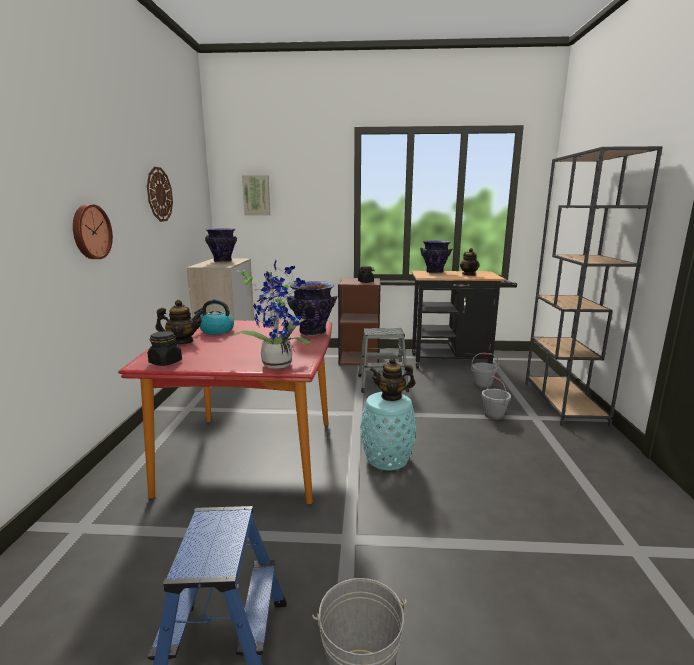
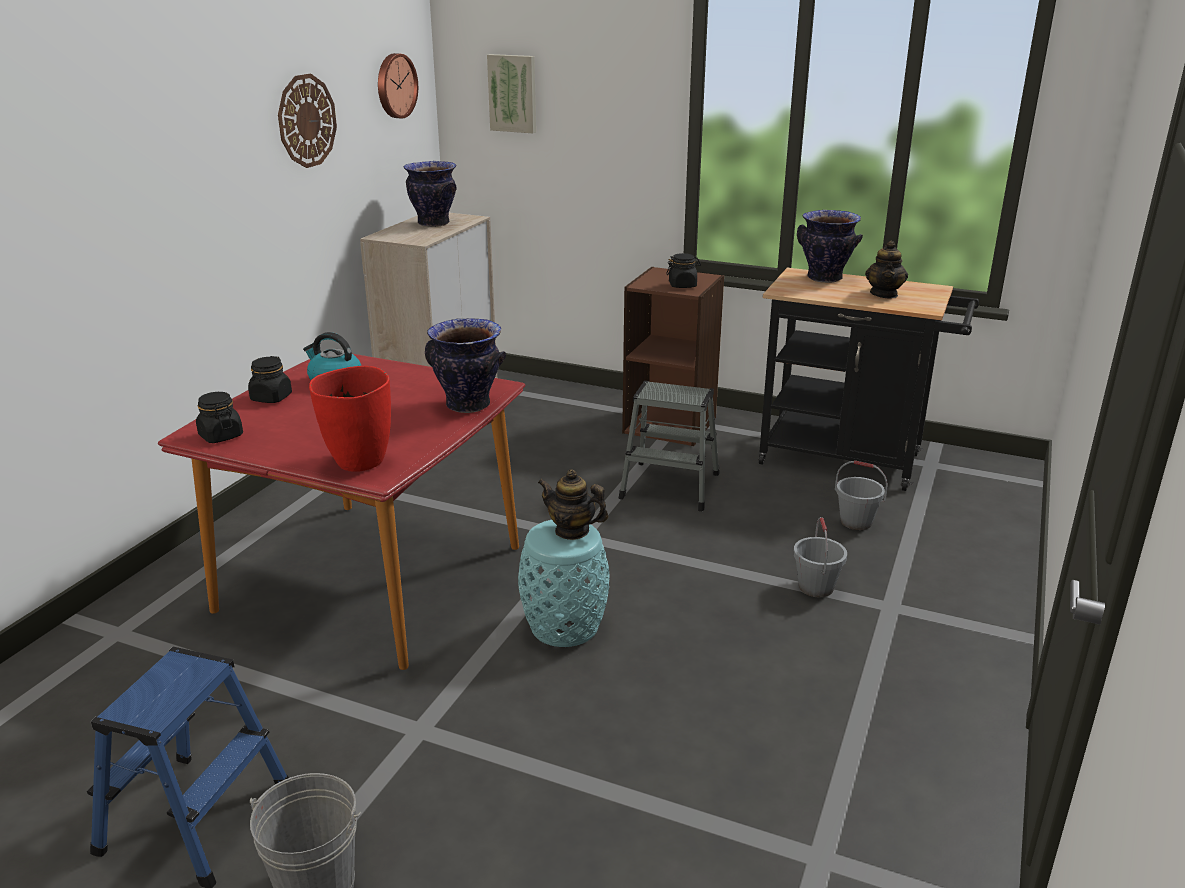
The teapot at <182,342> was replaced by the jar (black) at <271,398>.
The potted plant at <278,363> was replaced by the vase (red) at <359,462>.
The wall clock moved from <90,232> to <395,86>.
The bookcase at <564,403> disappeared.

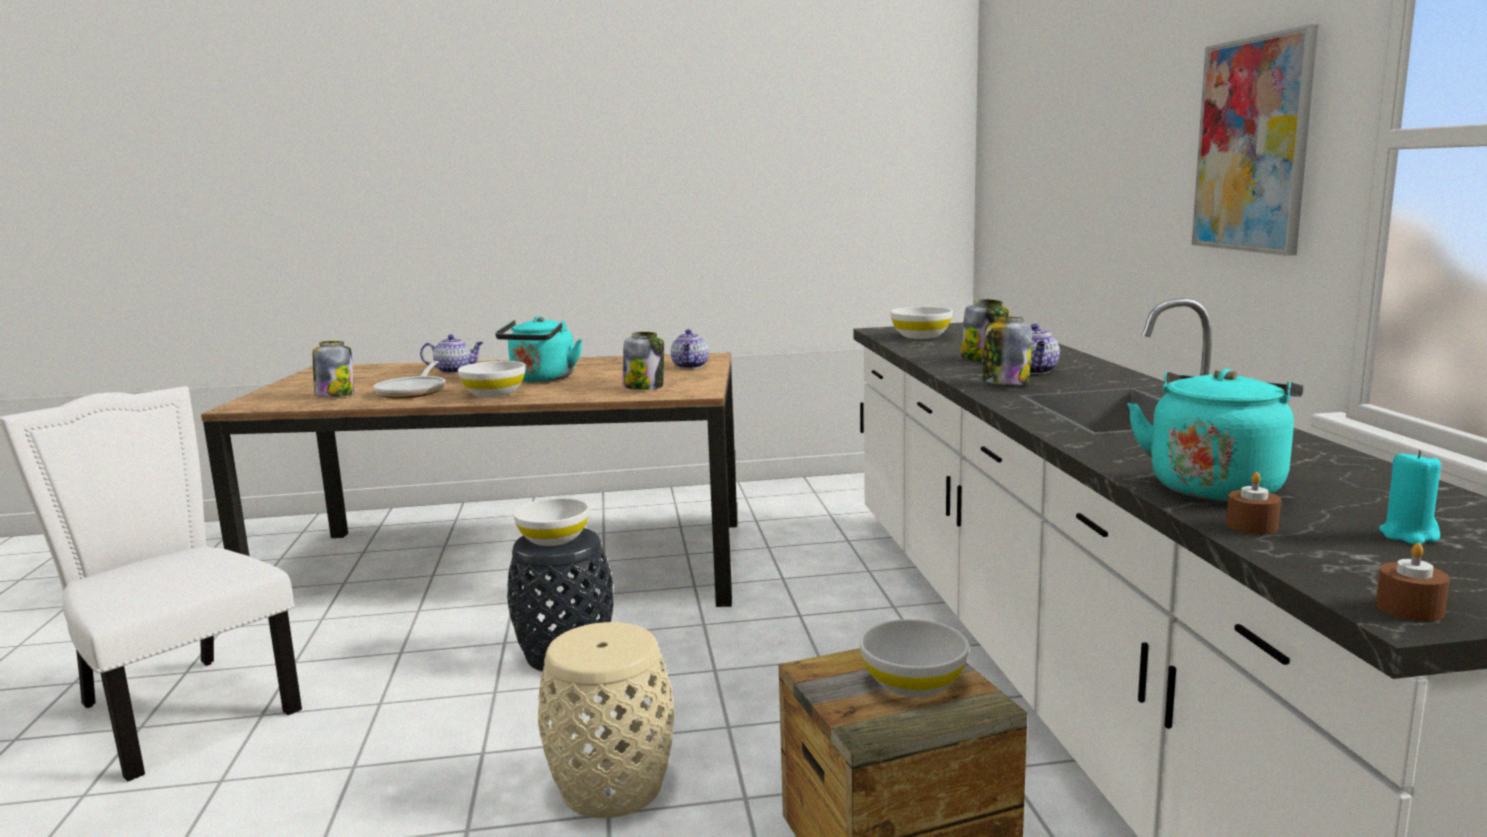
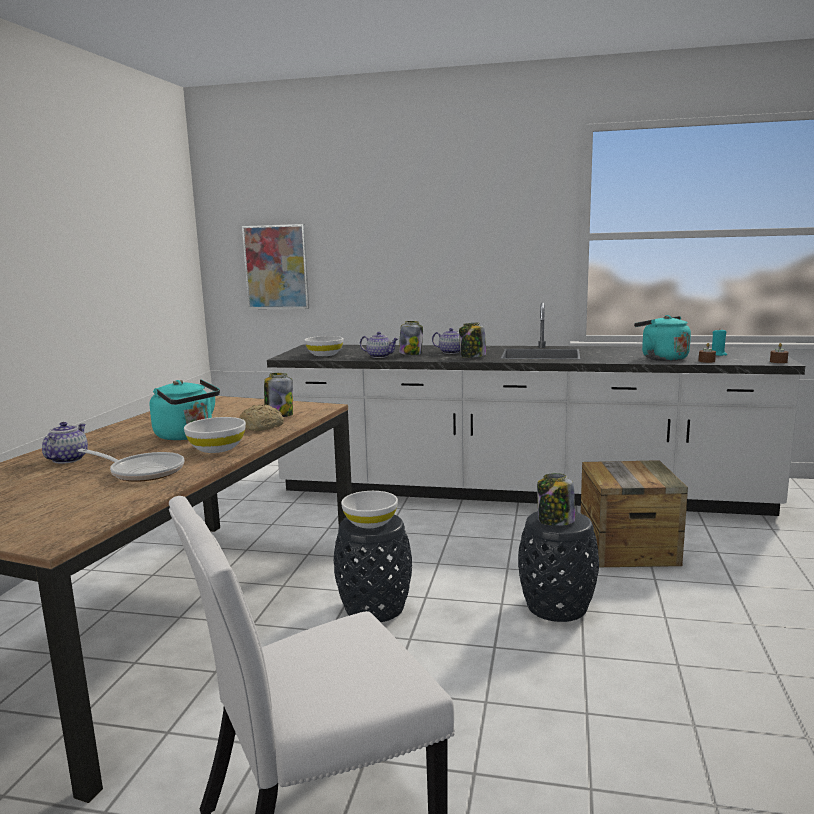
The bread at <262,427> appeared.
The picture moved from <1252,145> to <276,267>.
The teapot moved from <691,366> to <380,356>.
The stool (beige) at <612,789> became the stool (black) at <557,606>.
The jar moved from <335,395> to <555,521>.
The bowl (white) at <913,683> disappeared.

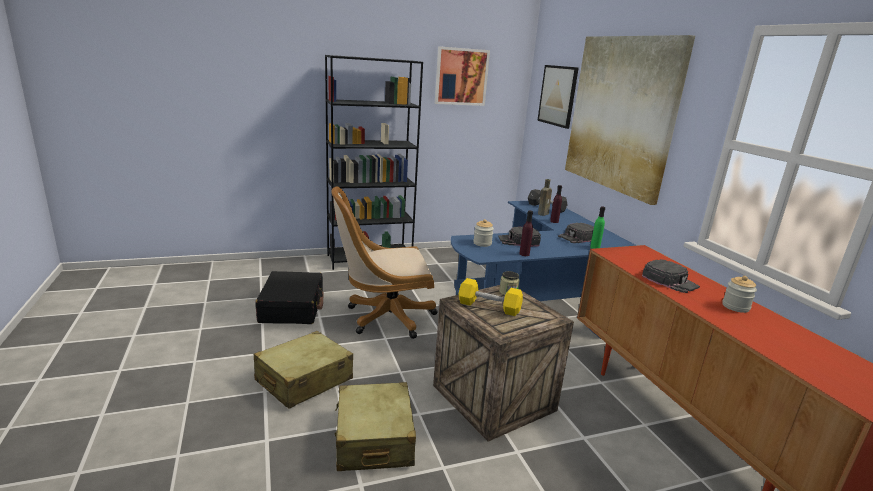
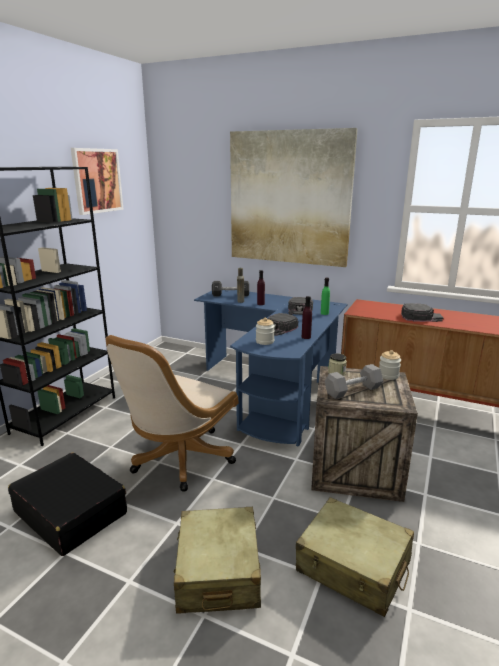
The dumbbell (yellow) at <489,307> became the dumbbell (grey) at <353,390>.
The jar moved from <735,307> to <388,375>.
The picture at <557,95> disappeared.

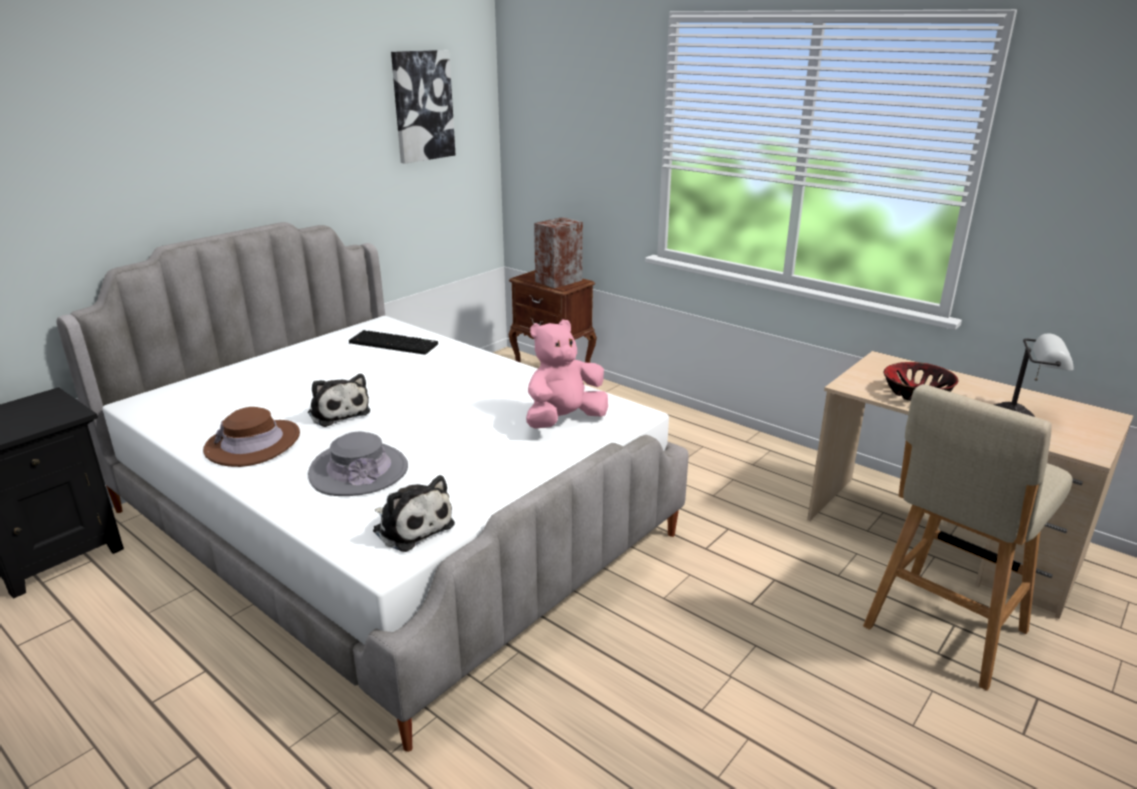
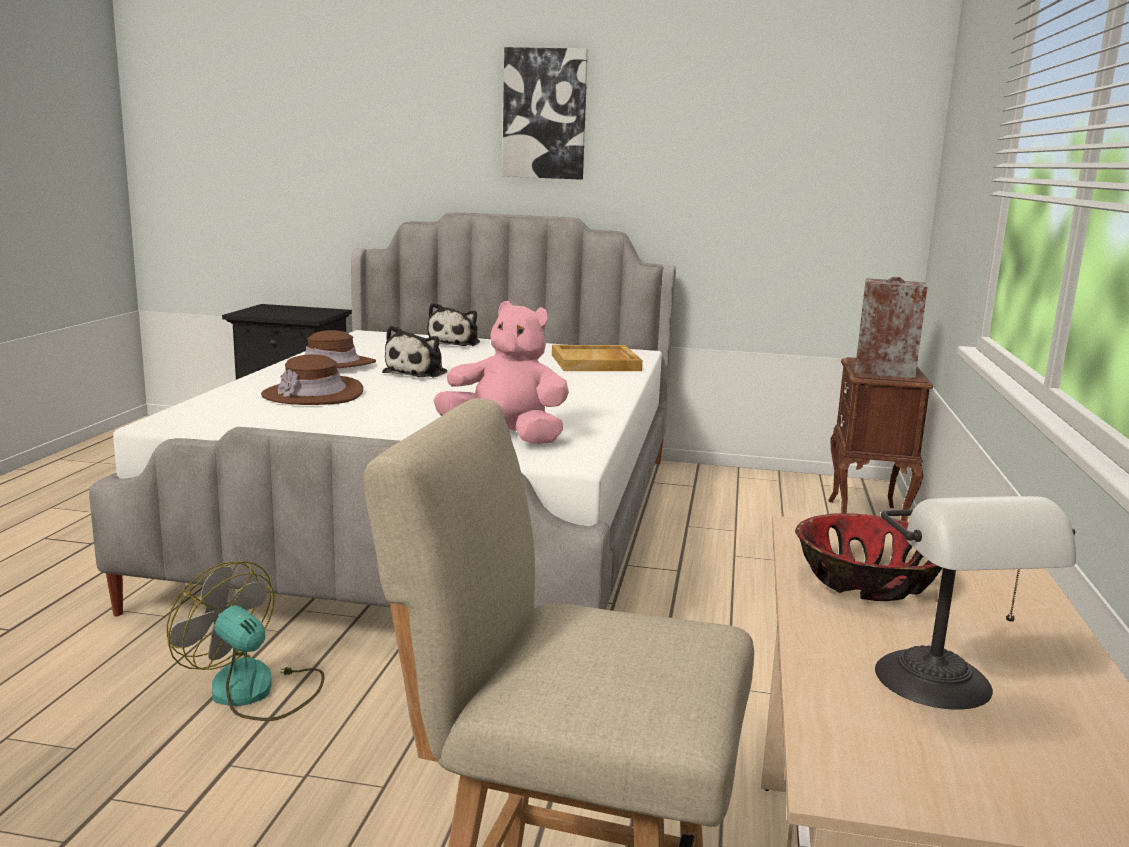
The fan at <255,691> appeared.
The hat (grey) at <359,471> became the hat (brown) at <313,394>.
The plush toy moved from <411,526> to <455,343>.
The picture moved from <422,106> to <545,114>.
The keyboard at <395,343> was replaced by the tray (beige) at <596,363>.

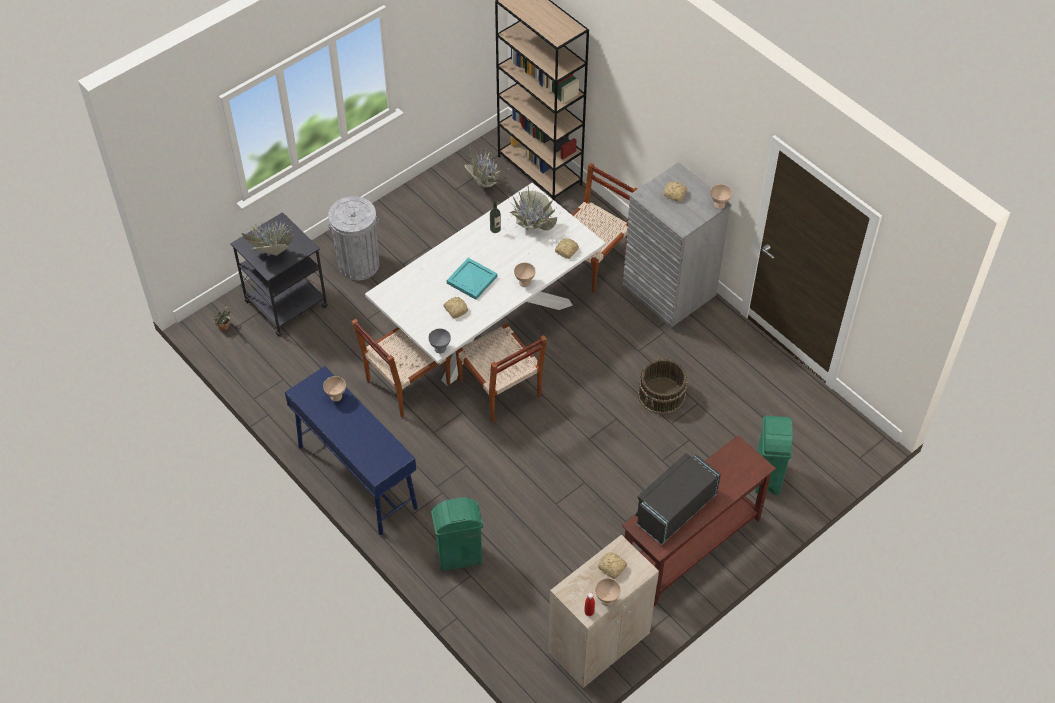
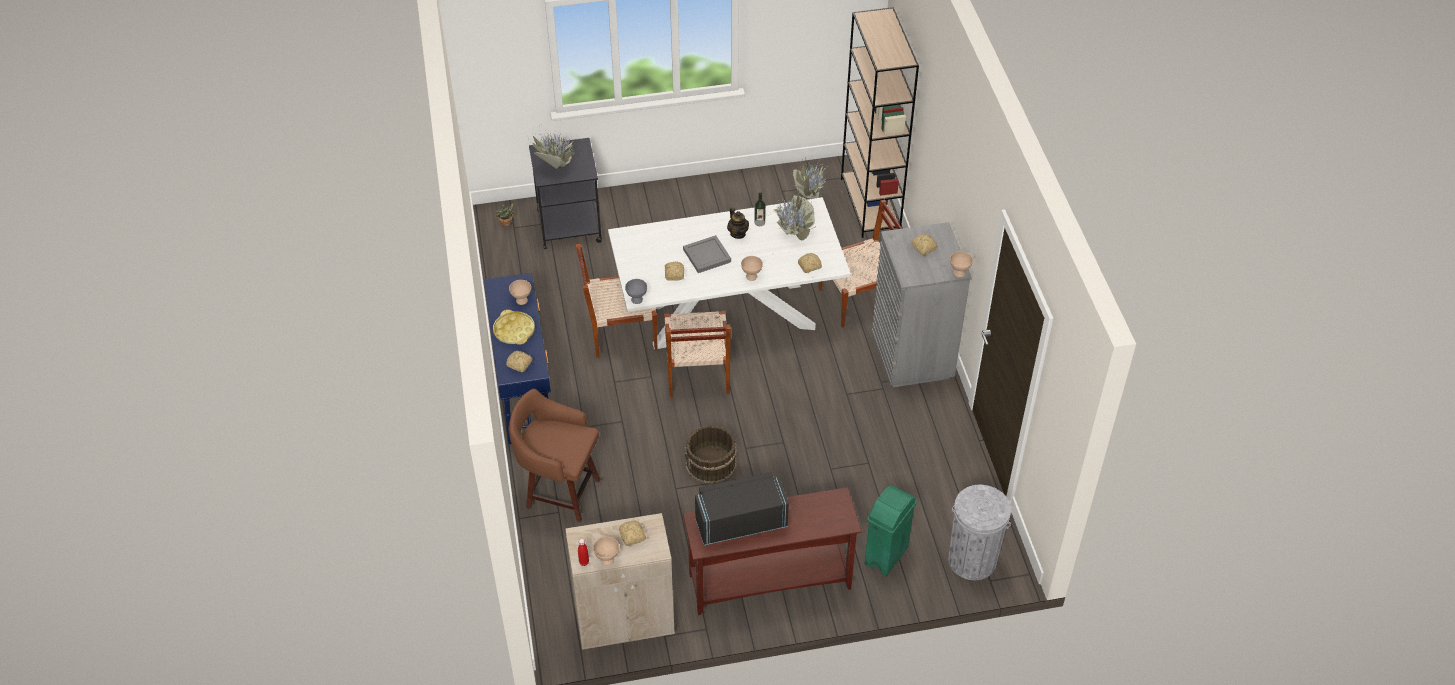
The tray (yellow) at <514,331> appeared.
The bread at <520,364> appeared.
The trash can (green) at <459,557> was replaced by the stool (brown) at <560,492>.
The tray (turquoise) at <471,280> became the tray (grey) at <706,255>.
The bucket (brown) moved from <662,395> to <711,464>.
The teapot at <738,233> appeared.
The trash can (grey) moved from <358,264> to <972,560>.

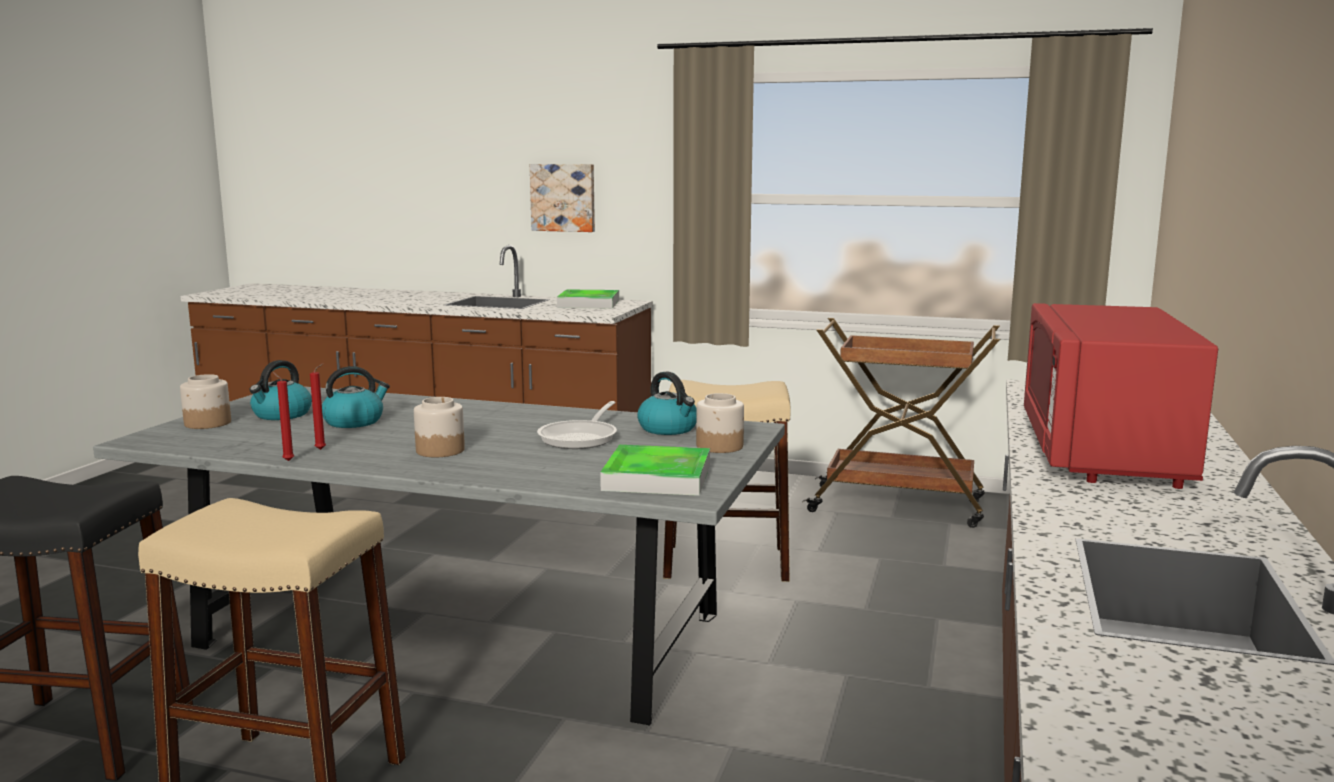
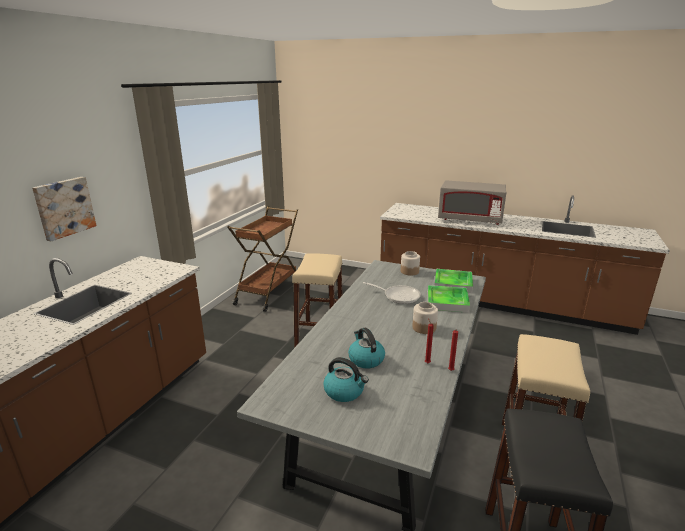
The tray moved from <588,304> to <447,301>.
The microwave (red) at <1101,452> became the microwave (grey) at <470,219>.
The jar at <207,423> disappeared.
The kettle at <669,429> disappeared.

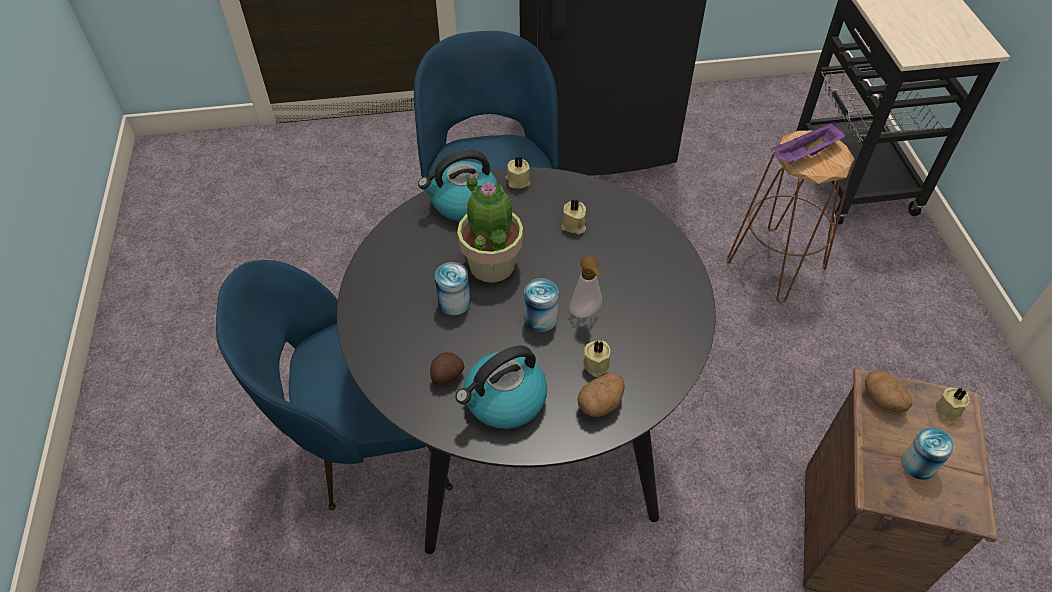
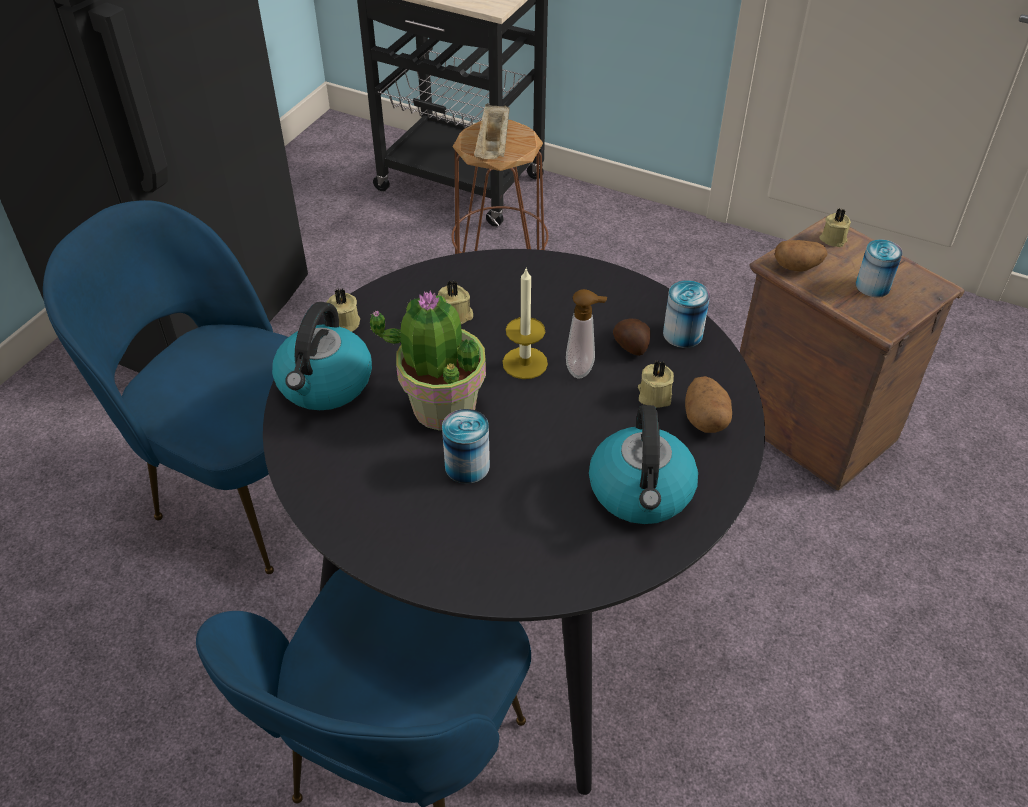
The tray (purple) at <804,155> became the tray (beige) at <493,147>.
The candle at <525,363> appeared.
The potato moved from <446,376> to <631,347>.
The can moved from <540,318> to <682,334>.

